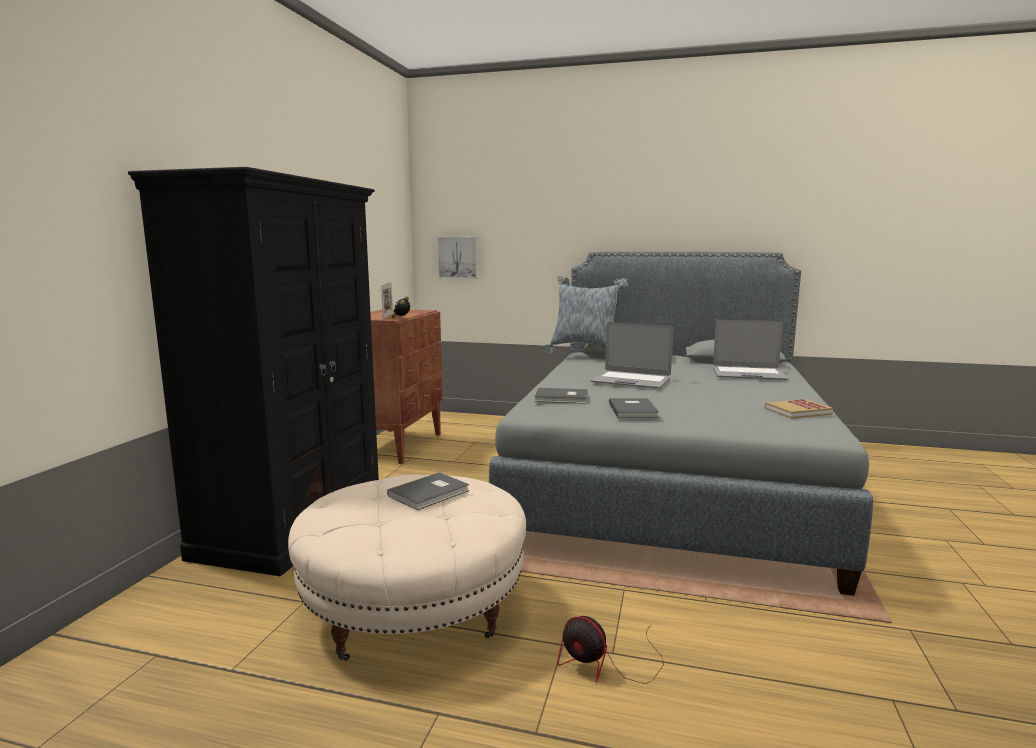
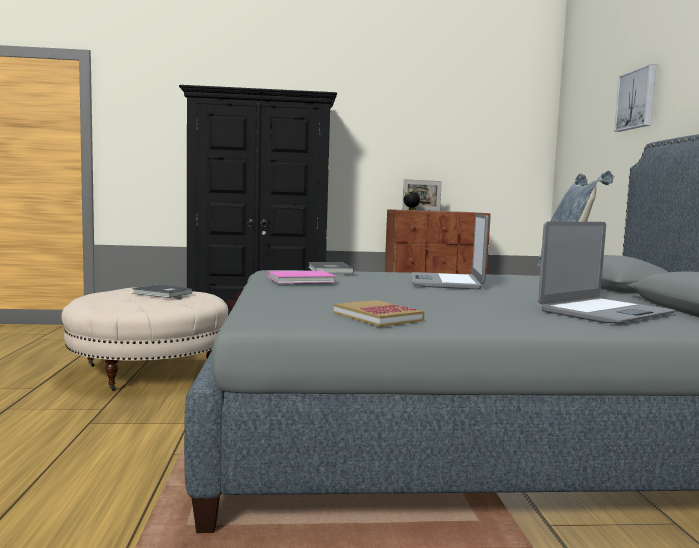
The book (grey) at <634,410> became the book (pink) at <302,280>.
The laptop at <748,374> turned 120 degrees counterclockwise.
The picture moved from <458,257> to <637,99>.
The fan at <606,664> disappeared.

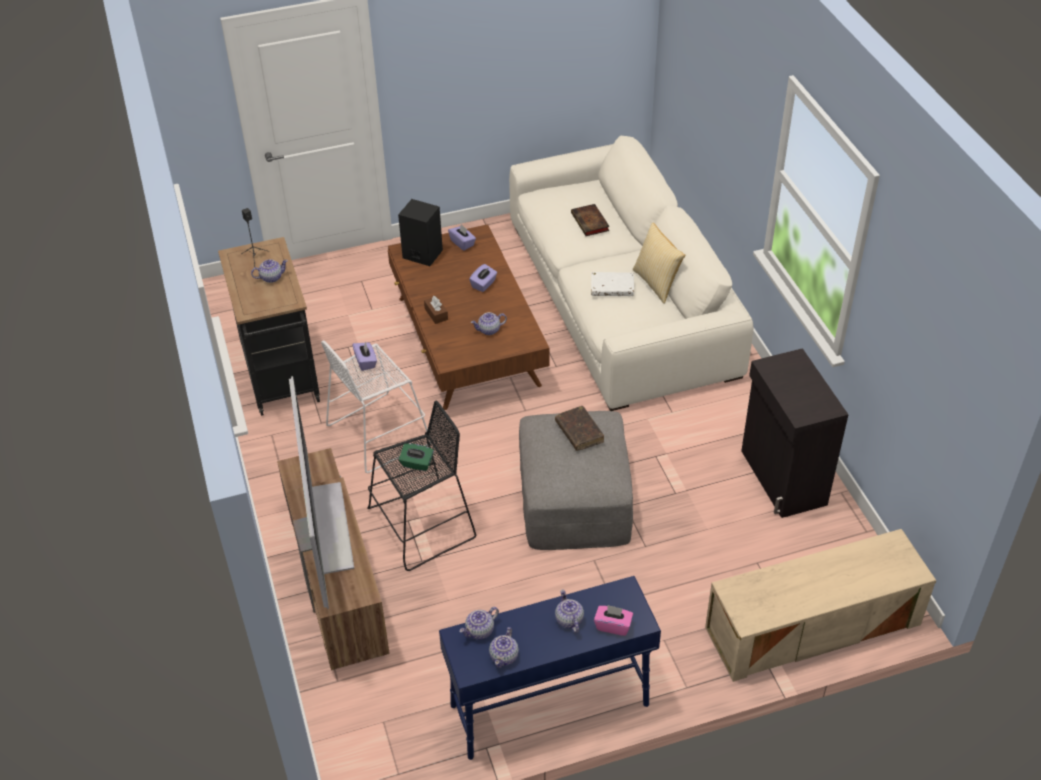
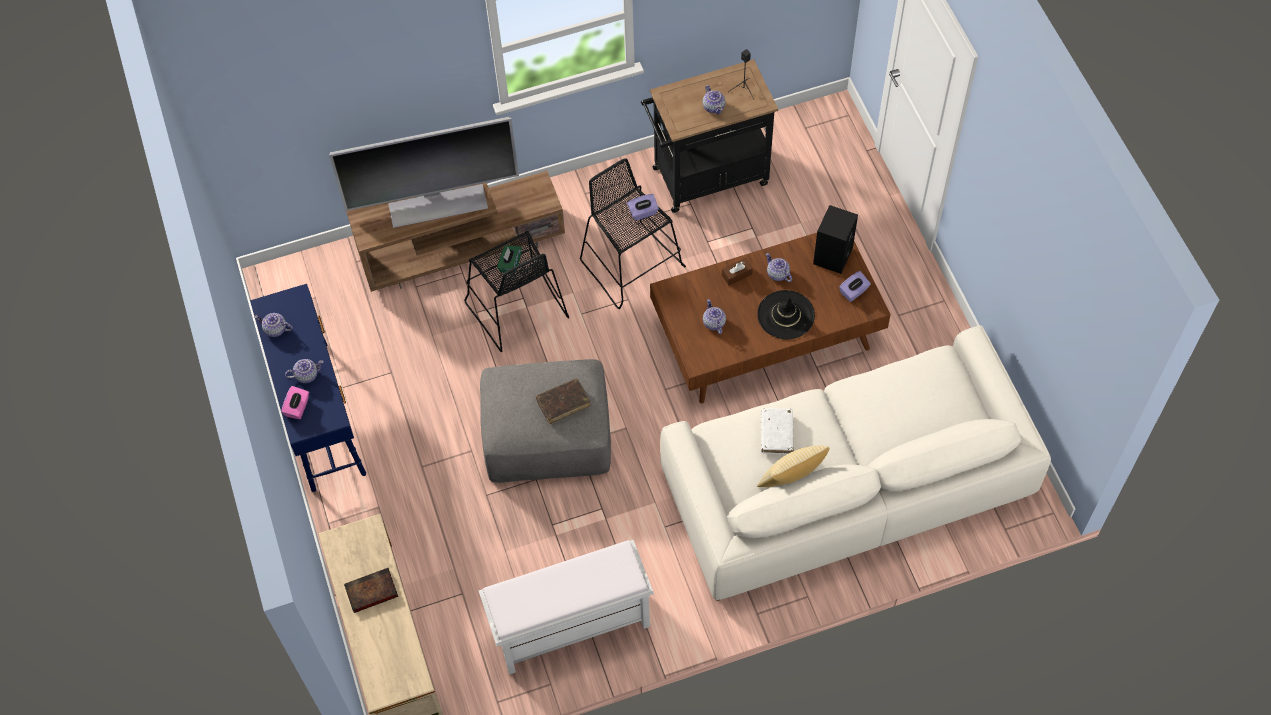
The book moved from <590,223> to <370,592>.
The cabinet (black) at <782,478> was replaced by the bench (white) at <570,627>.
The stool (white) at <379,433> became the stool (black) at <632,265>.
The tissue box (purple) at <484,284> was replaced by the hat (black) at <786,315>.
The teapot moved from <479,631> to <777,274>.

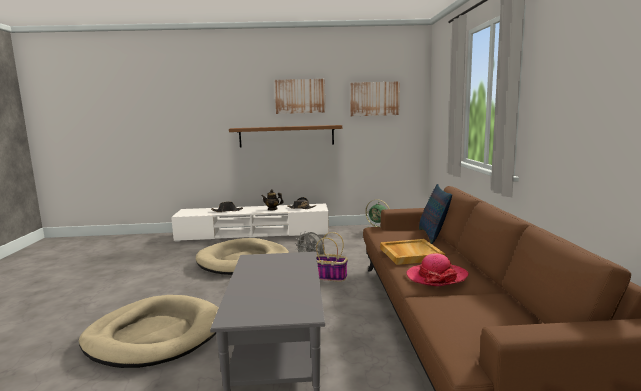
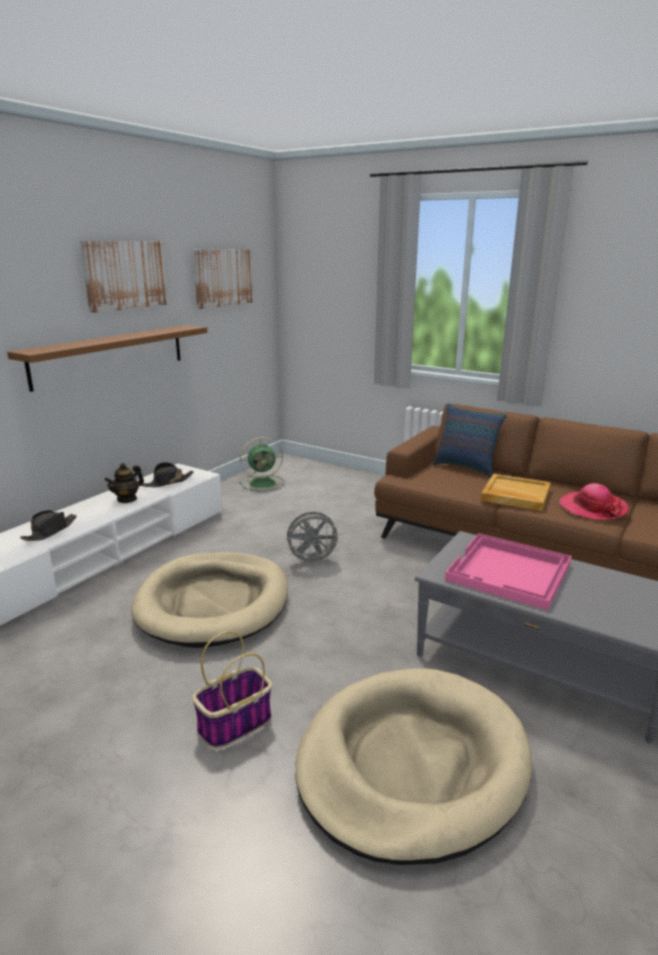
The basket moved from <329,277> to <234,724>.
The tray (pink) at <509,573> appeared.

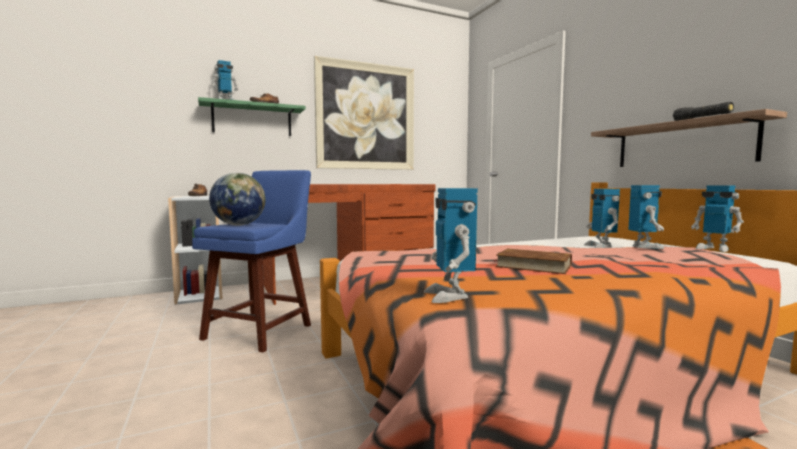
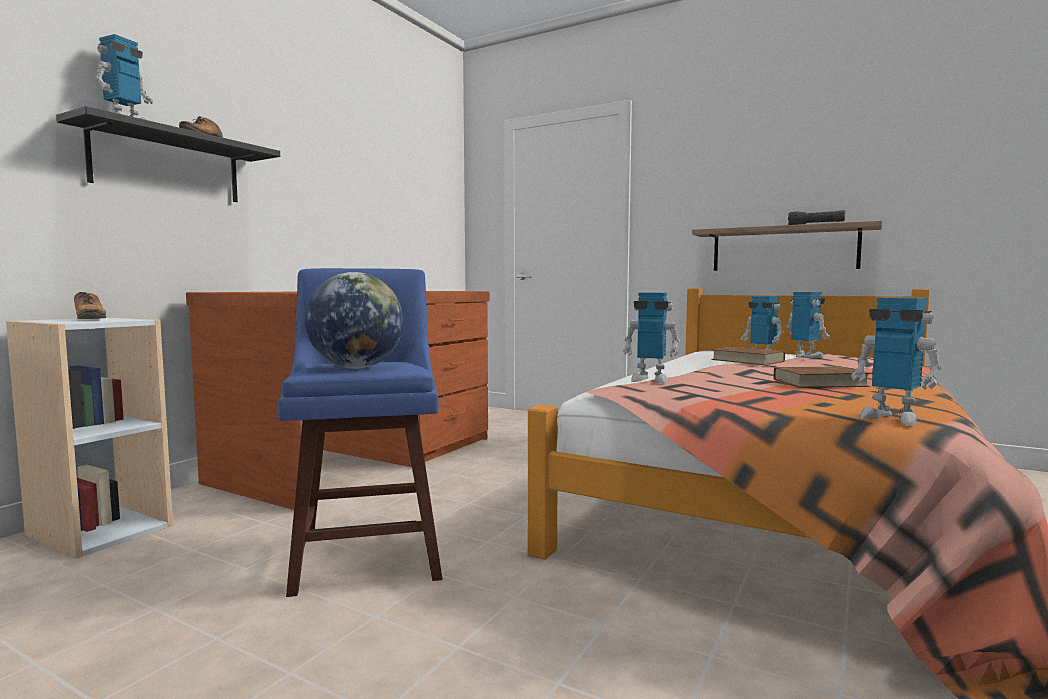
The shelf (green) at <252,120> became the shelf (black) at <168,165>.
The toy robot moved from <714,249> to <650,380>.
The book (brown) at <747,360> appeared.
The picture at <366,117> disappeared.

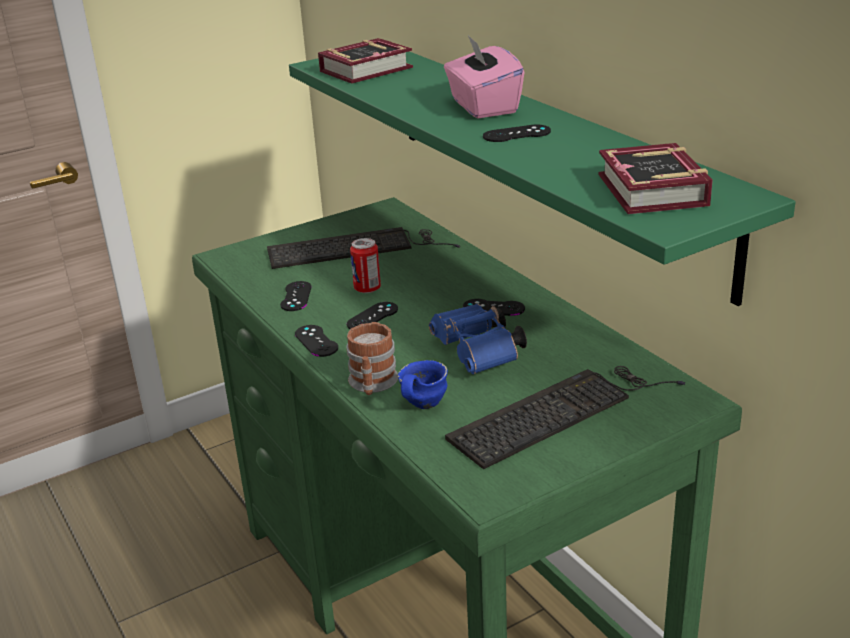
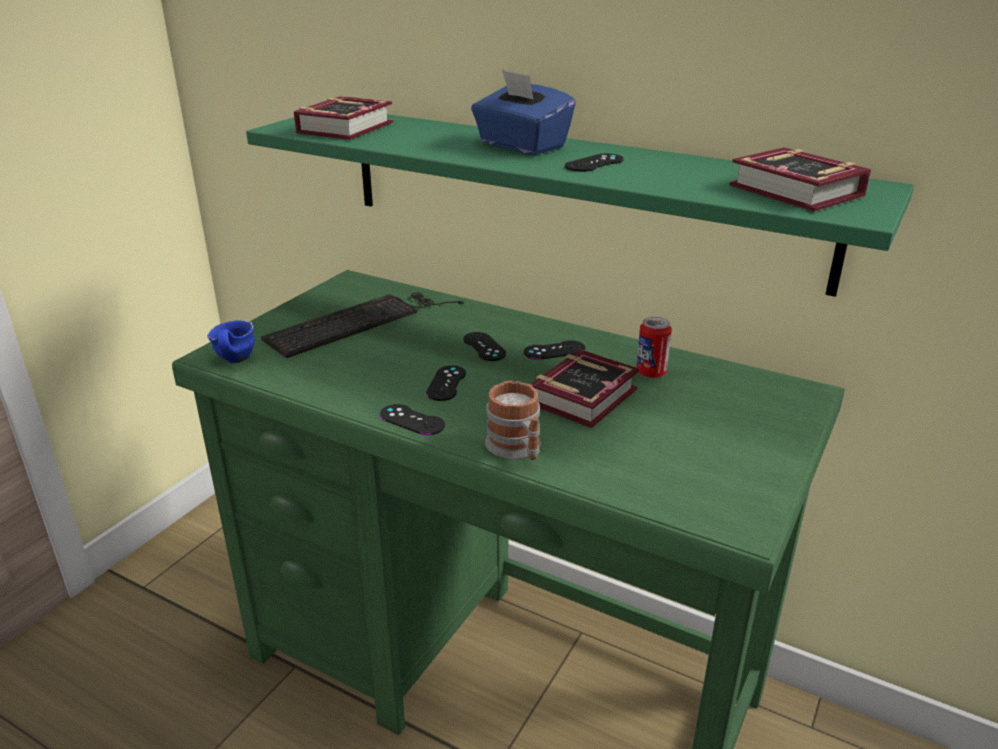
The mug (blue) moved from <420,406> to <233,362>.
The game controller (black) moved from <296,296> to <484,347>.
The tissue box (pink) at <483,106> became the tissue box (blue) at <521,146>.
The binoculars (blue) at <479,355> was replaced by the book at <589,396>.
The can moved from <367,289> to <651,373>.
The keyboard at <560,411> disappeared.

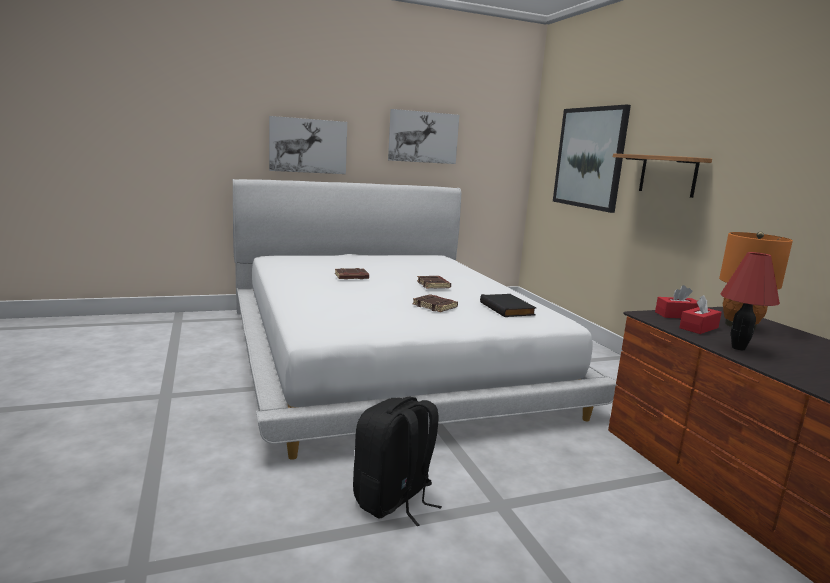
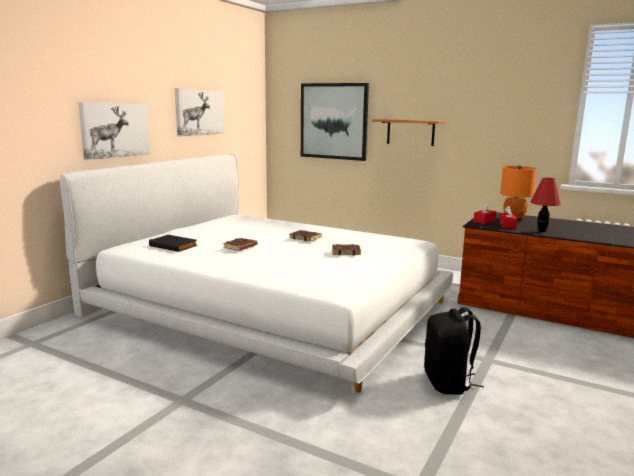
The book (black) moved from <508,309> to <174,245>.

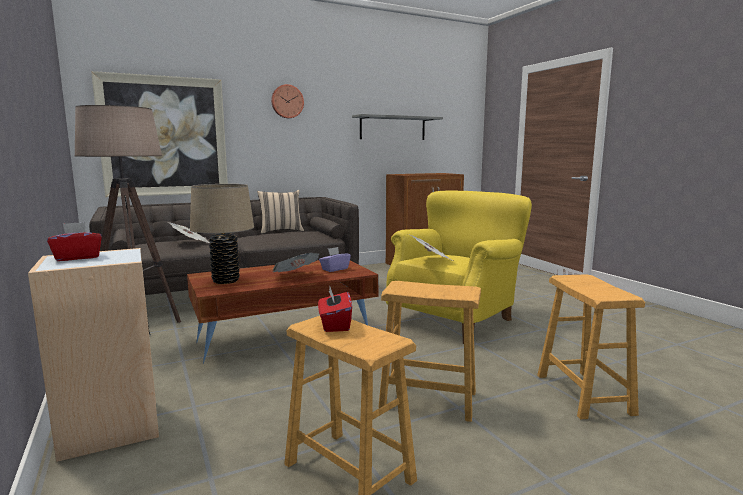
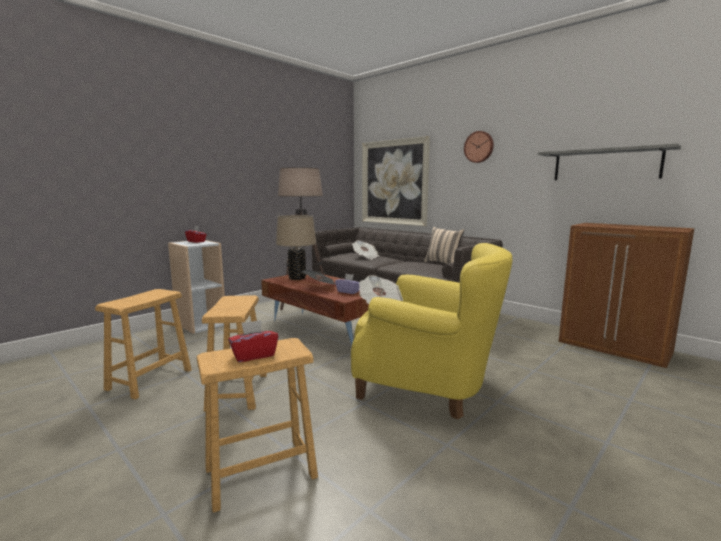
The tissue box (red) moved from <335,324> to <254,355>.

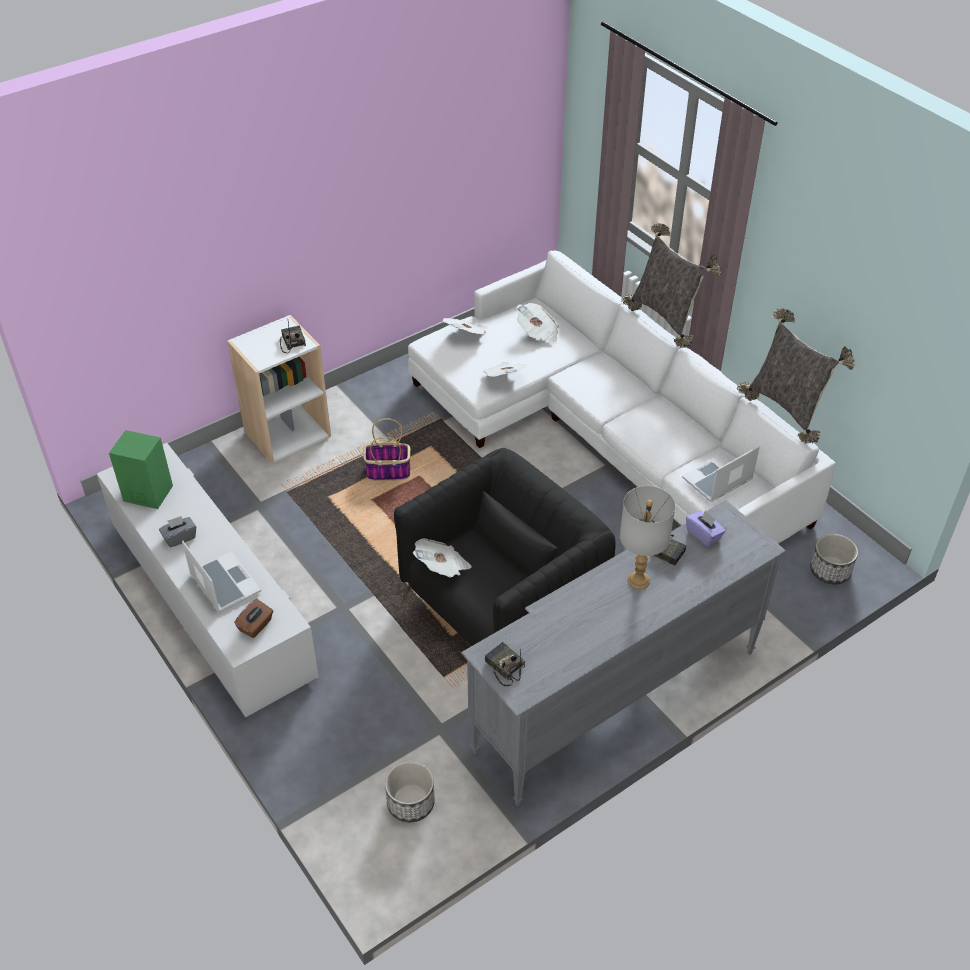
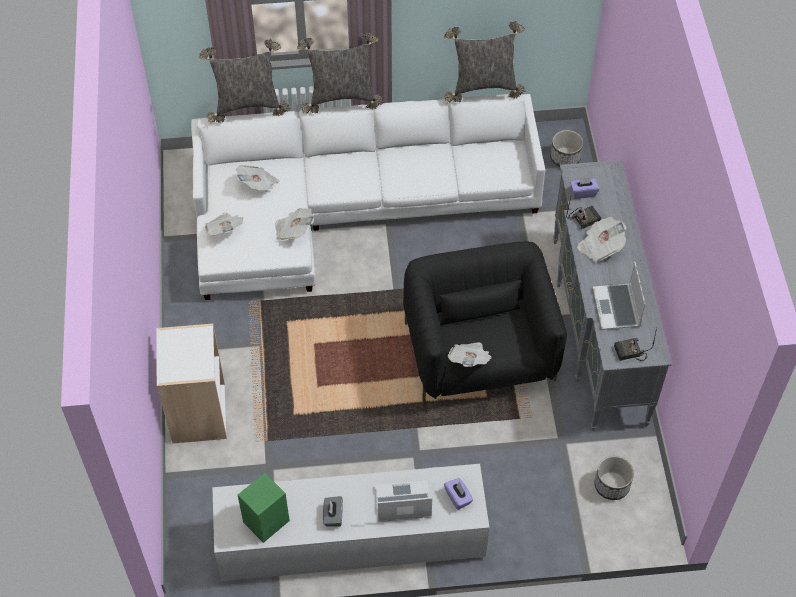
The pillow at <247,109> appeared.
The tissue box (brown) at <256,626> became the tissue box (purple) at <458,497>.
The table lamp (grey) at <638,580> was replaced by the newspaper at <600,246>.
The laptop moved from <717,480> to <617,308>.
The radio at <292,342> disappeared.
The basket at <387,472> disappeared.

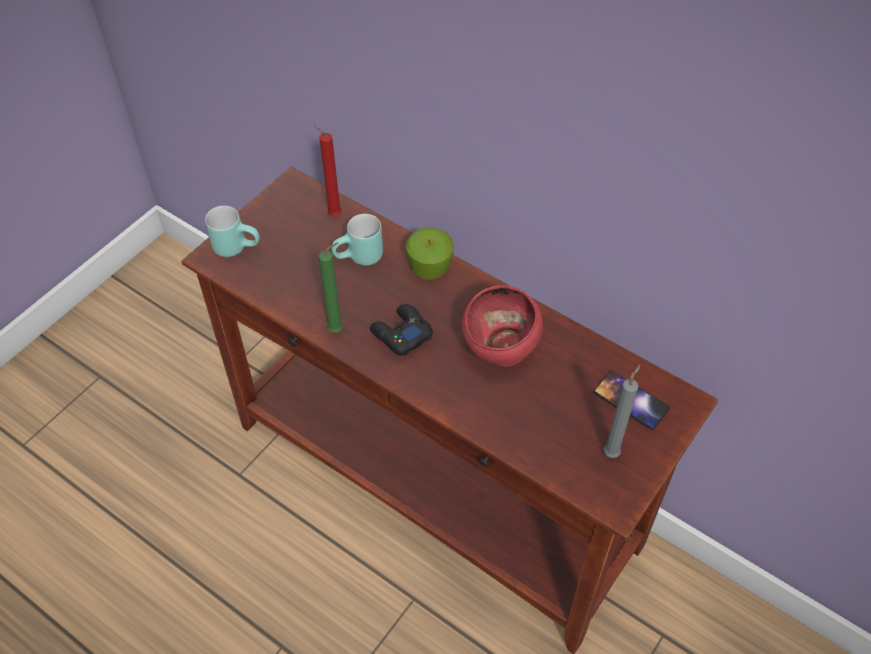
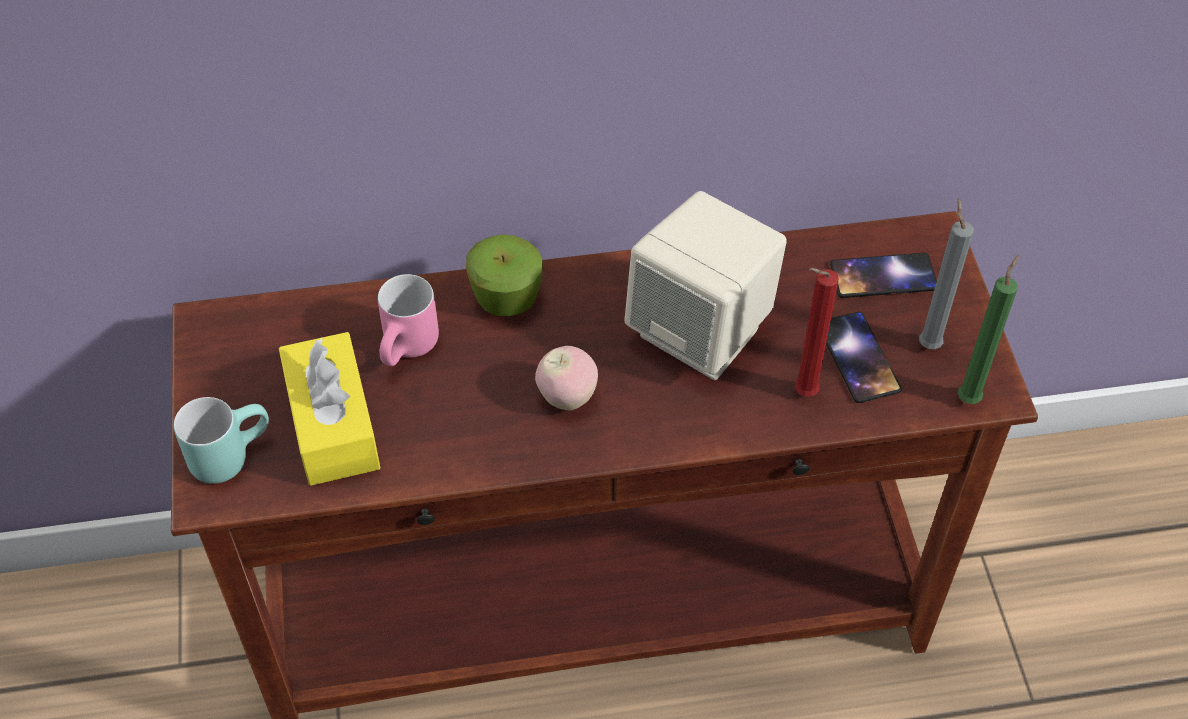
The tissue box (yellow) at <333,424> appeared.
The mug (turquoise) at <359,259> became the mug (pink) at <410,350>.
The game controller (black) at <401,334> was replaced by the apple at <567,397>.
The bowl (red) at <501,354> was replaced by the speaker (beige) at <701,332>.
The candle (red) moved from <332,214> to <801,393>.
The phone at <858,357> appeared.
The candle (green) moved from <338,330> to <970,397>.

